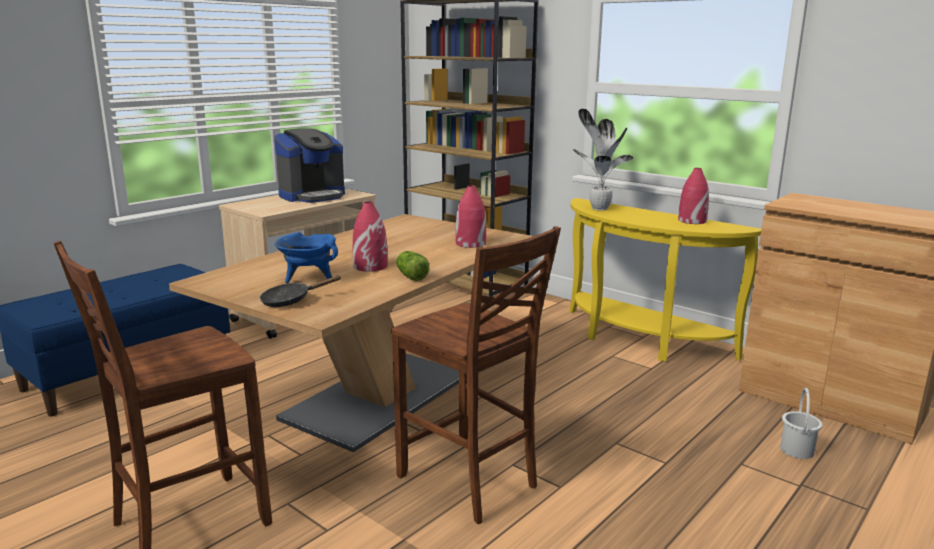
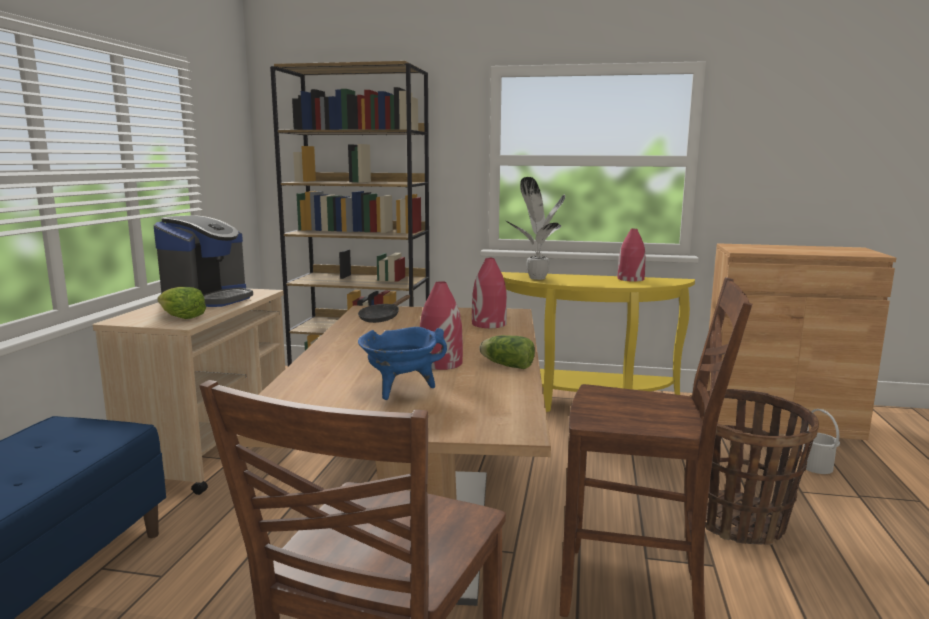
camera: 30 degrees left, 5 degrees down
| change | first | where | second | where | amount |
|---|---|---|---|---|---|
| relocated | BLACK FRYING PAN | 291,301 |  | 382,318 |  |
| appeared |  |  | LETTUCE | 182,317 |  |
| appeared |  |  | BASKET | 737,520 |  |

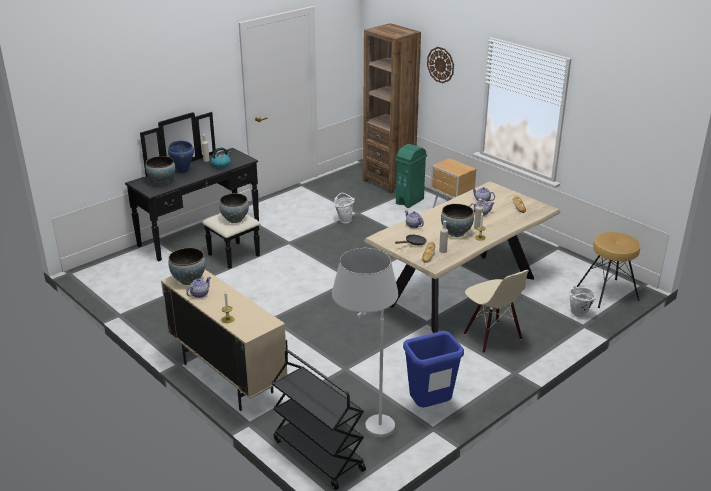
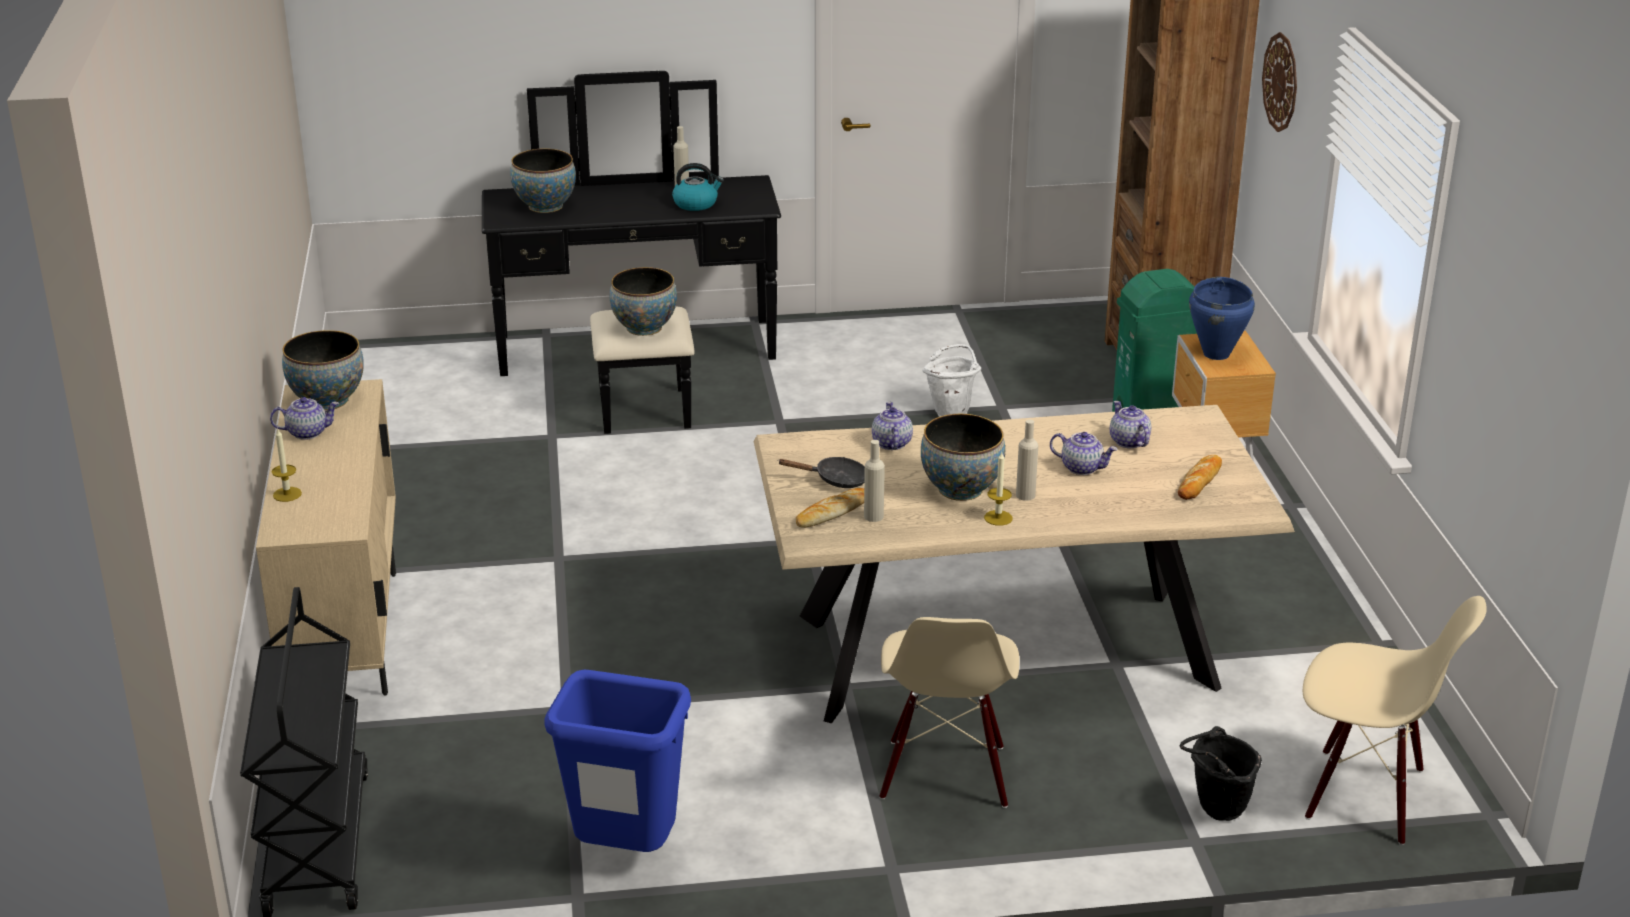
camera: 35 degrees right, 0 degrees up
| change | first | where | second | where | amount |
|---|---|---|---|---|---|
| relocated | BLUE COOKING POT | 183,170 |  | 1216,354 |  |
| exchanged | BROWN STOOL | 608,293 | BEIGE CHAIR | 1365,795 |  |
| missing | WHITE FLOOR LAMP | 364,423 |  |  |  |
| colour | WHITE BUCKET | 577,315 | BLACK BUCKET | 1215,811 |  |

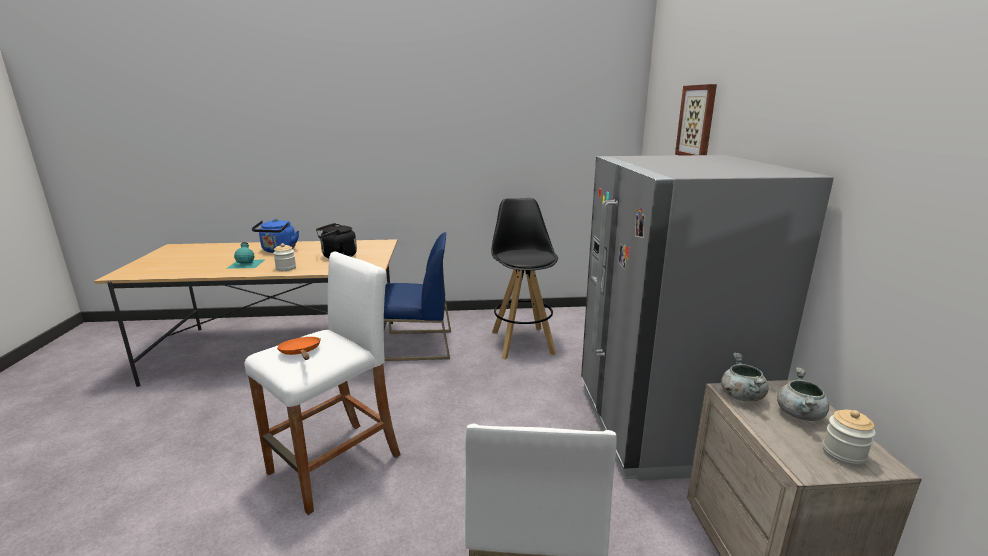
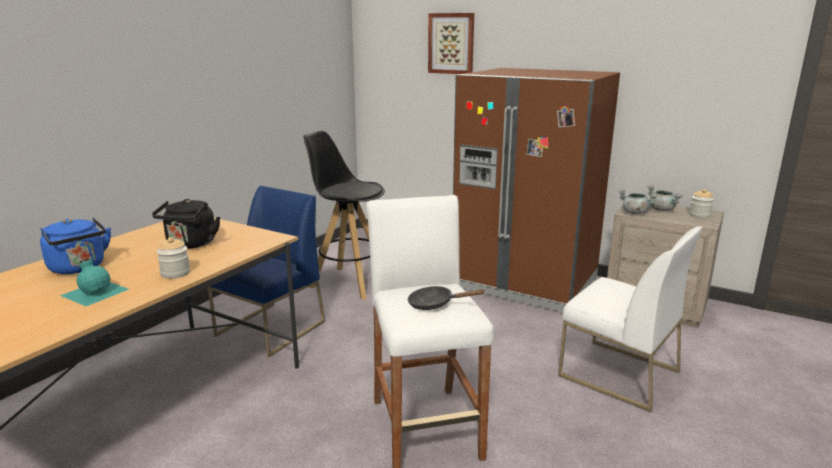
camera: 55 degrees left, 0 degrees up
| change | first | where | second | where | amount |
|---|---|---|---|---|---|
| colour | GREY FRIDGE | 660,425 | BROWN FRIDGE | 525,282 |  |
| colour | ORANGE FRYING PAN | 301,353 | BLACK FRYING PAN | 435,304 |  |

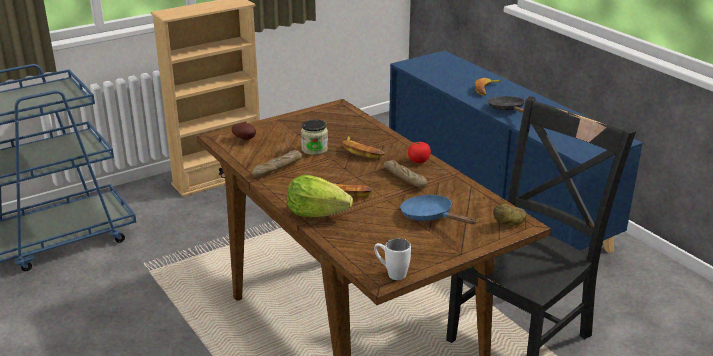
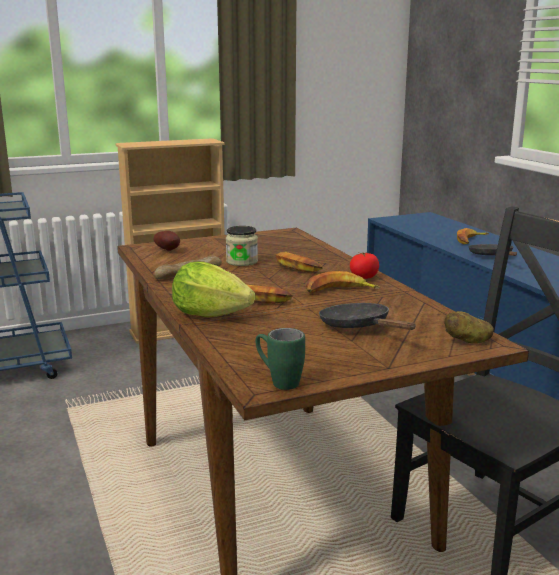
camera: 10 degrees right, 10 degrees down
| change | first | where | second | where | amount |
|---|---|---|---|---|---|
| exchanged | BREAD | 404,178 | BANANA | 339,291 |  |
| colour | BLUE FRYING PAN | 430,217 | BLACK FRYING PAN | 359,327 |  |
| colour | WHITE MUG | 391,273 | GREEN MUG | 278,381 |  |

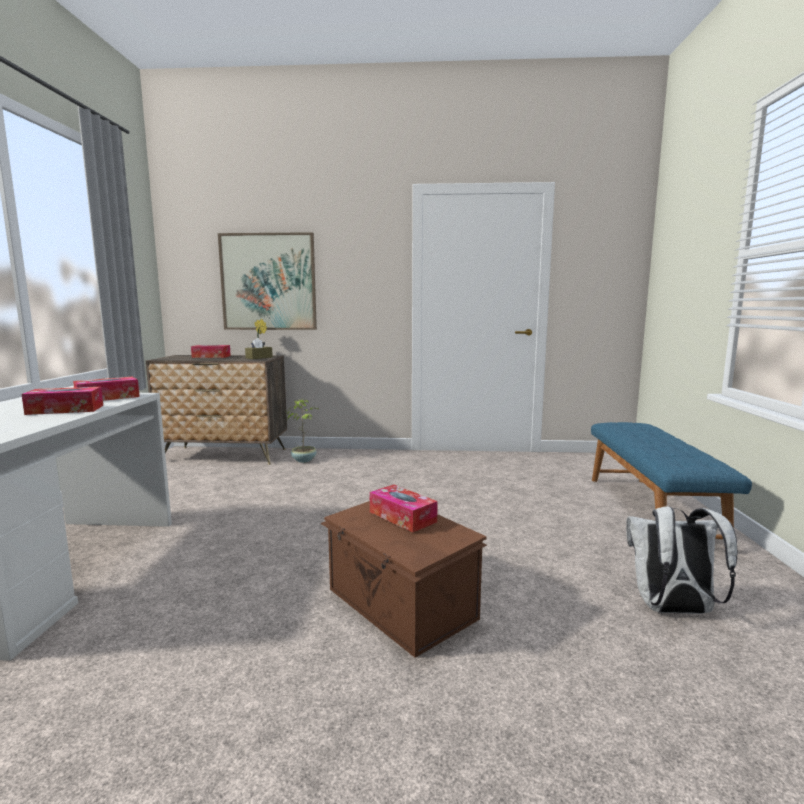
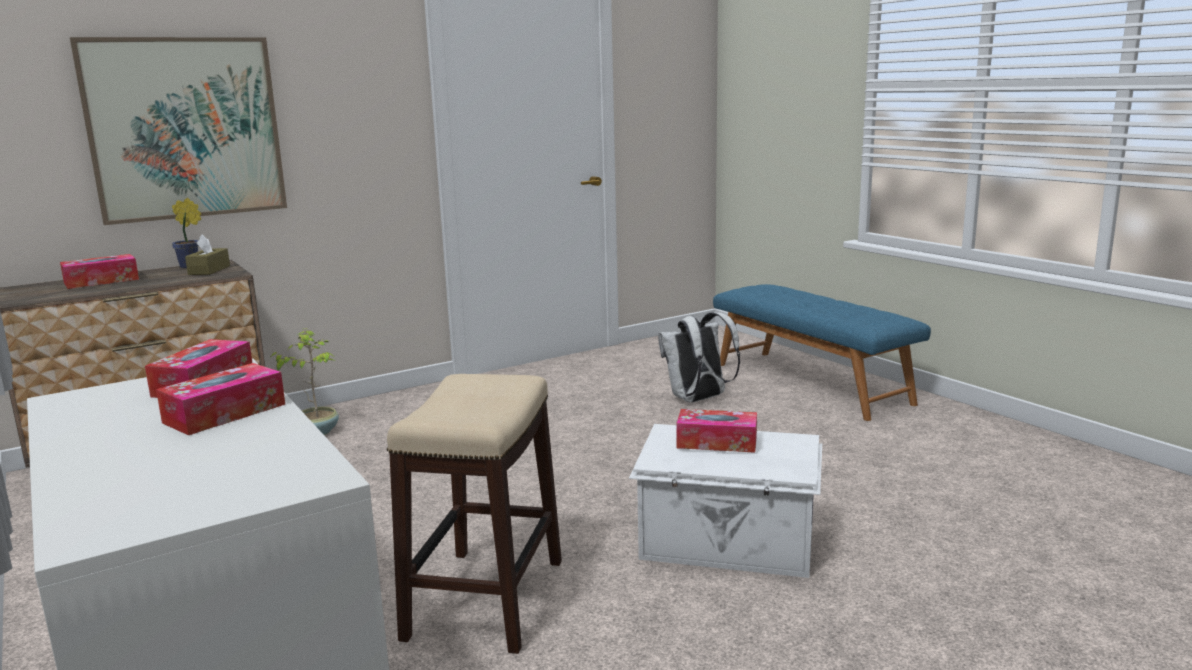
camera: 35 degrees left, 5 degrees up
| change | first | where | second | where | amount |
|---|---|---|---|---|---|
| colour | BROWN STORAGE BOX | 400,605 | WHITE STORAGE BOX | 728,544 |  |
| relocated | WHITE BACKPACK | 672,610 |  | 698,399 |  |
| appeared |  |  | STOOL | 485,600 |  |

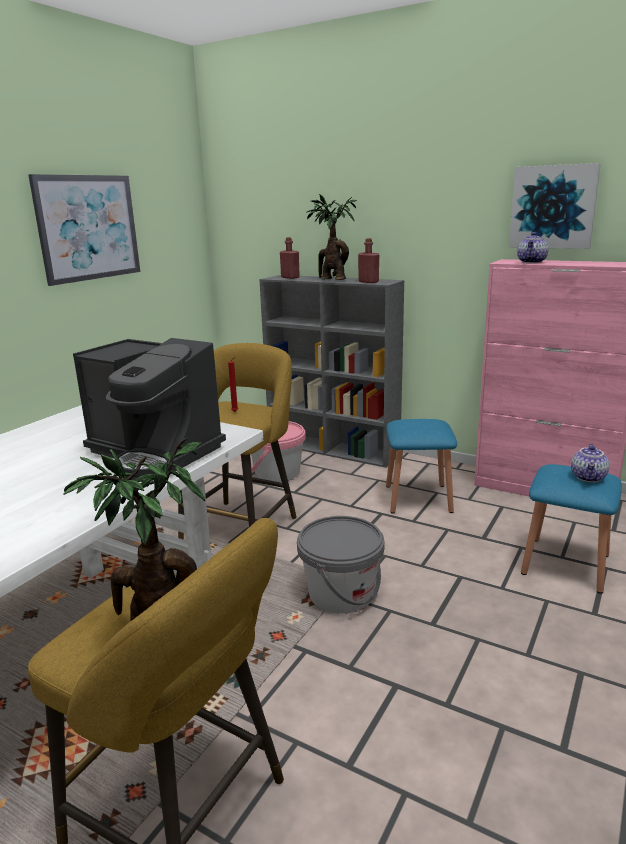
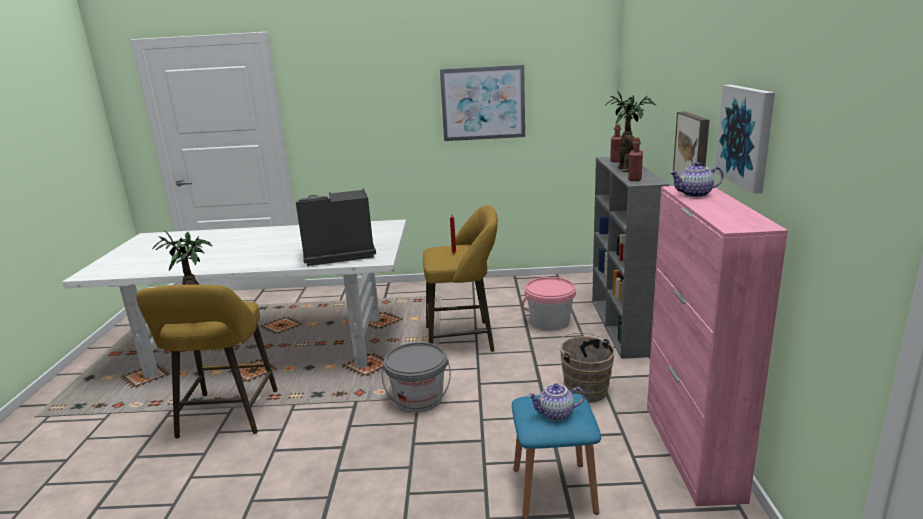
camera: 60 degrees right, 0 degrees up
| change | first | where | second | where | amount |
|---|---|---|---|---|---|
| spun | COFFEE MACHINE | 155,453 |  | 336,254 | 75 degrees clockwise |
| exchanged | BLUE STOOL | 418,498 | BROWN BUCKET | 584,389 |  |
| appeared |  |  | PICTURE | 693,148 |  |

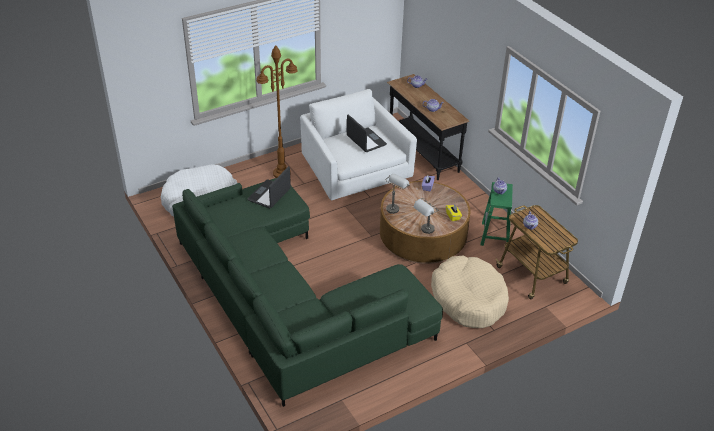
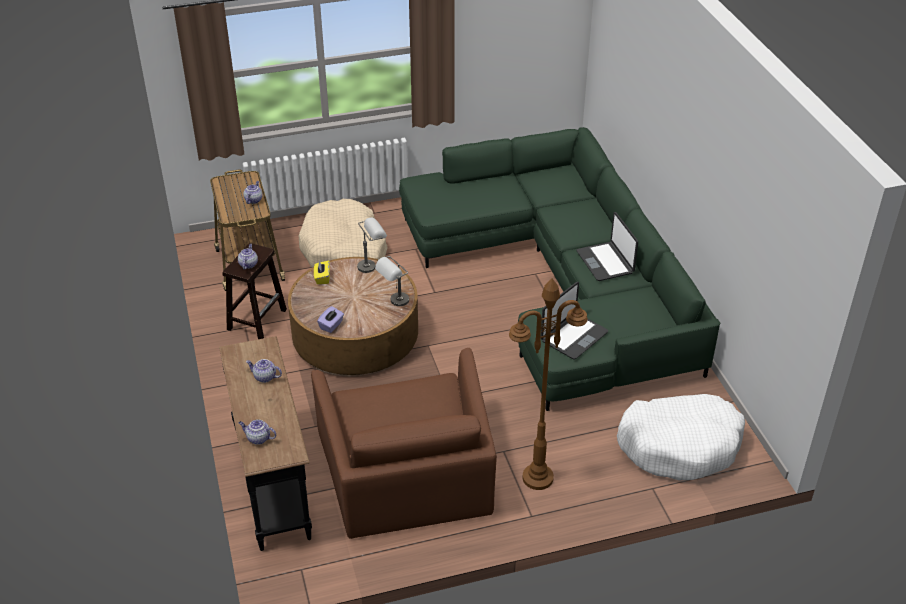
camera: 165 degrees left, 0 degrees up
| change | first | where | second | where | amount |
|---|---|---|---|---|---|
| colour | WHITE ARMCHAIR | 354,167 | BROWN ARMCHAIR | 407,470 |  |
| relocated | LAPTOP | 366,141 |  | 605,262 |  |
| colour | GREEN STOOL | 495,236 | BROWN STOOL | 257,319 |  |

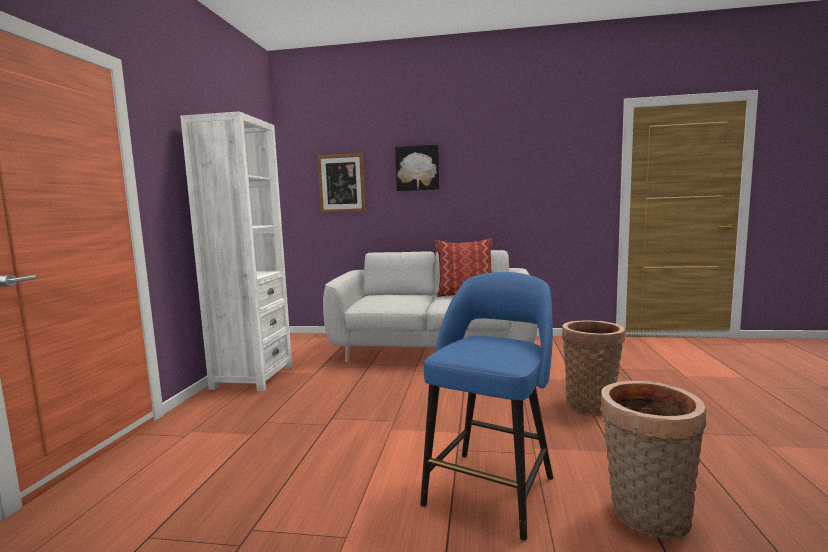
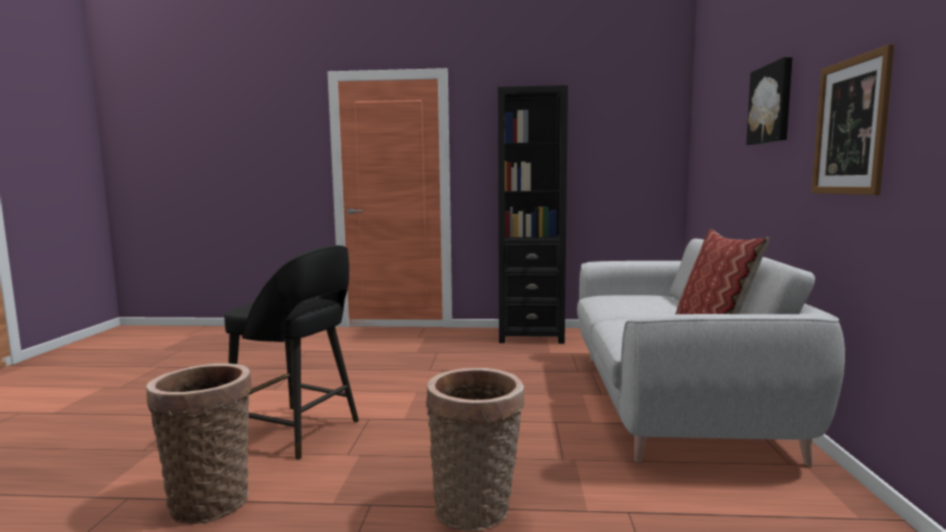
camera: 85 degrees right, 0 degrees up
| change | first | where | second | where | amount |
|---|---|---|---|---|---|
| colour | WHITE BOOKCASE | 252,377 | BLACK BOOKCASE | 530,336 |  |
| relocated | PICTURE | 341,183 |  | 850,127 |  |
| colour | BLUE STOOL | 491,488 | BLACK STOOL | 298,431 |  |

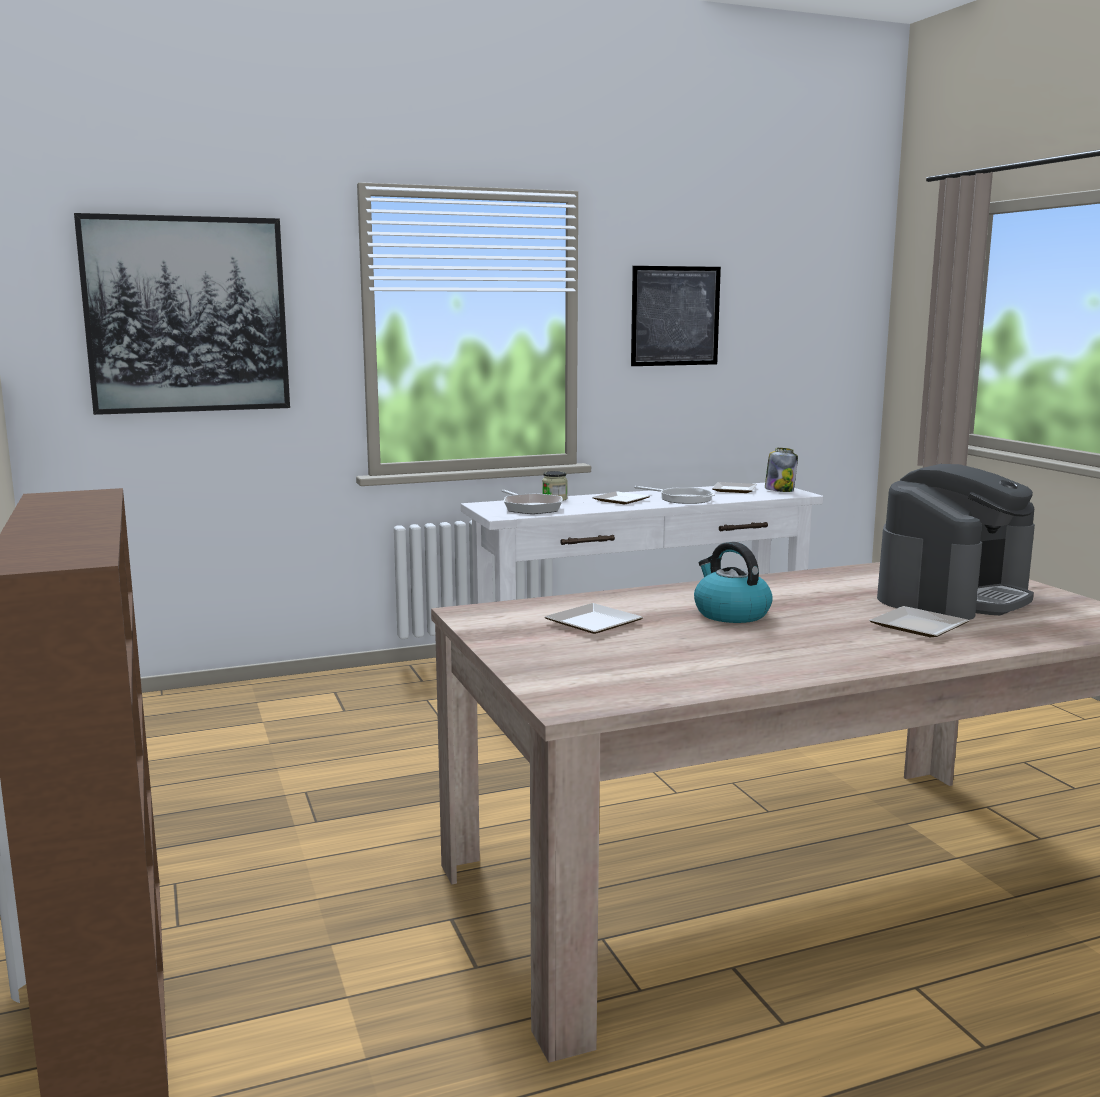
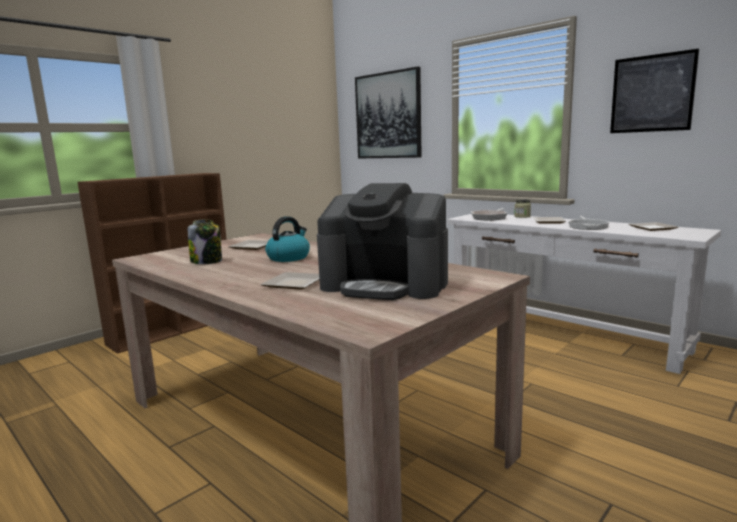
camera: 65 degrees right, 0 degrees up
| change | first | where | second | where | amount |
|---|---|---|---|---|---|
| relocated | JAR | 779,490 |  | 207,261 |  |

